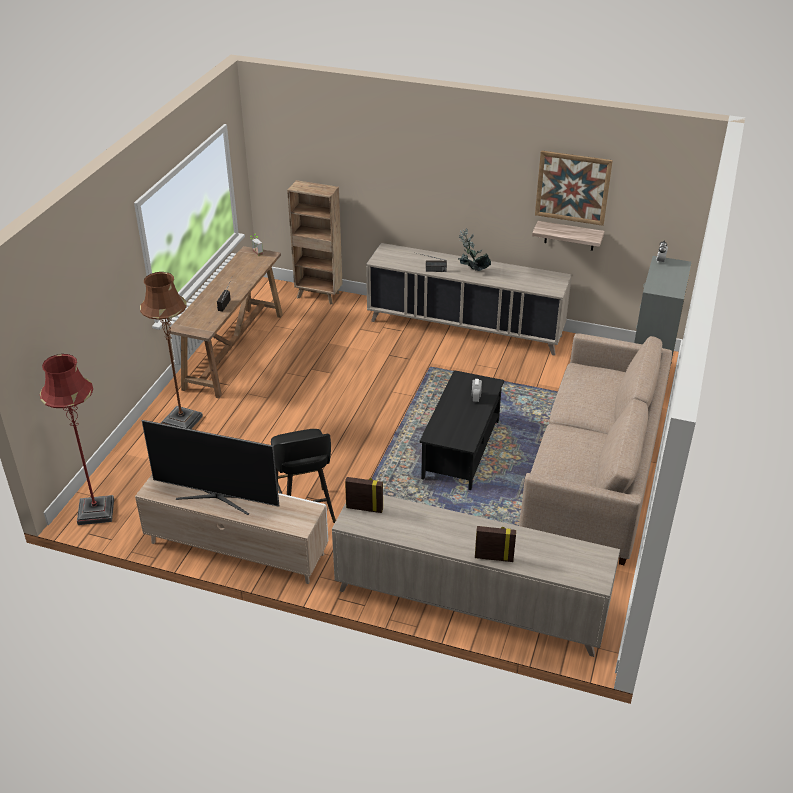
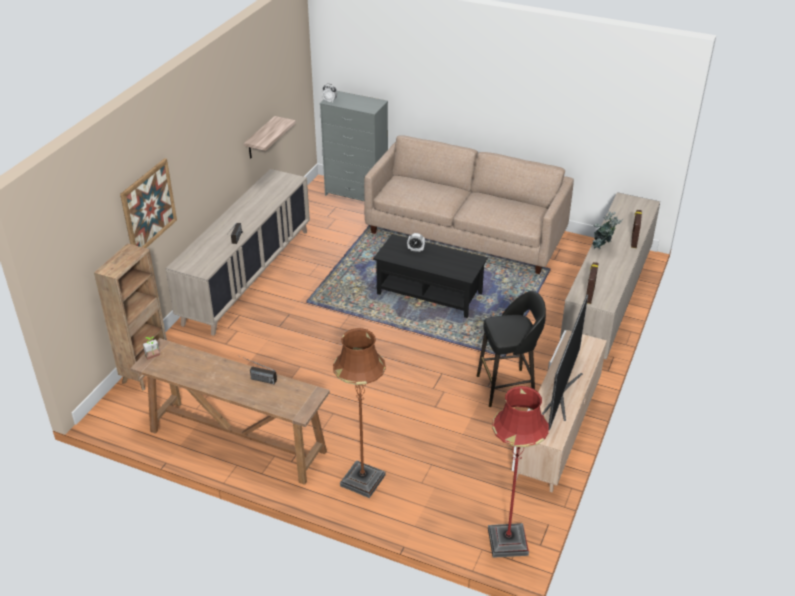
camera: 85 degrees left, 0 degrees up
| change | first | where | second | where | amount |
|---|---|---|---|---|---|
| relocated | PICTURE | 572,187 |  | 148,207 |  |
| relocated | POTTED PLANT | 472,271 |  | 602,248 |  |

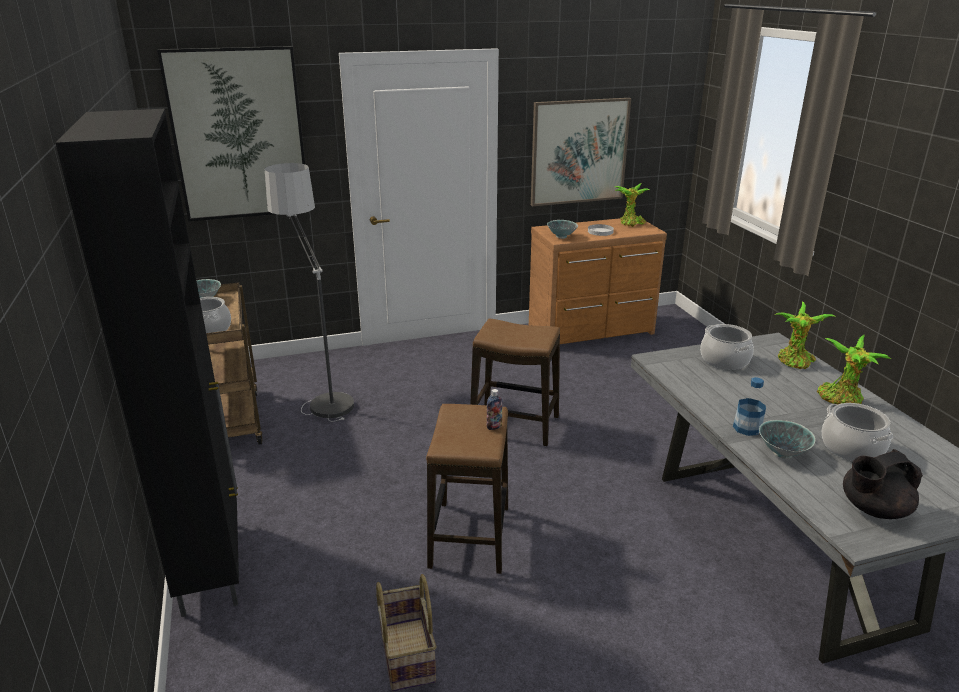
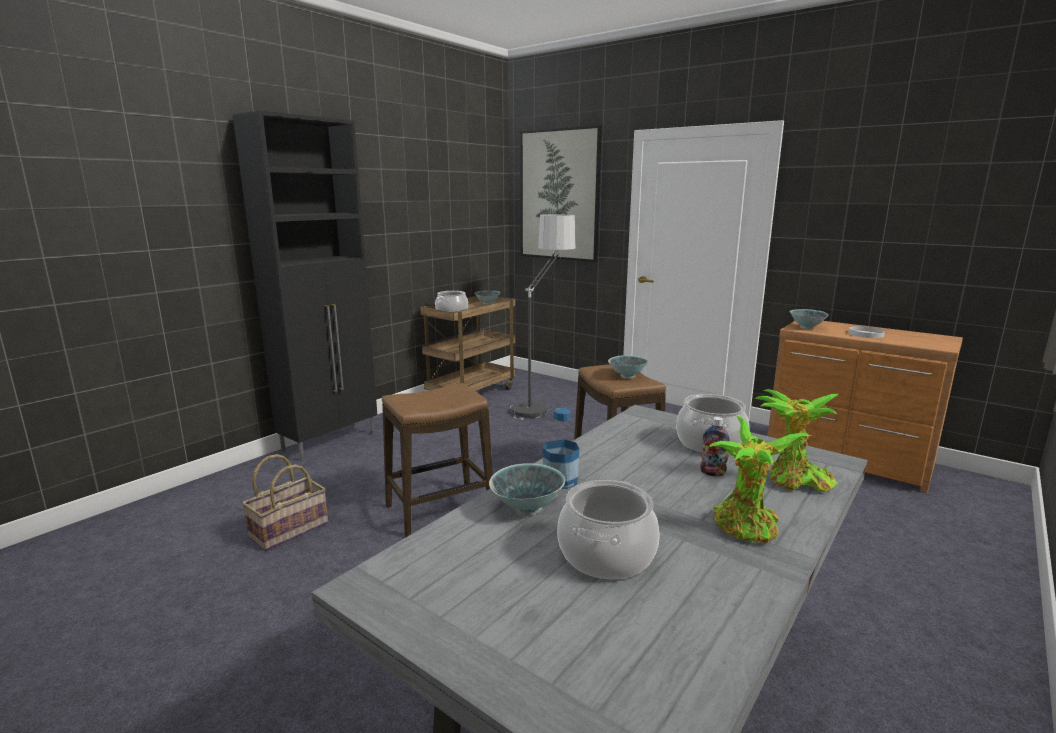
camera: 55 degrees right, 10 degrees down
| change | first | where | second | where | amount |
|---|---|---|---|---|---|
| missing | PICTURE | 579,152 |  |  |  |
| missing | POTTED PLANT | 630,224 |  |  |  |
| relocated | BOTTLE | 494,427 |  | 712,473 |  |
| missing | BLACK TEAPOT | 873,509 |  |  |  |
| appeared |  |  | BOWL | 627,376 |  |

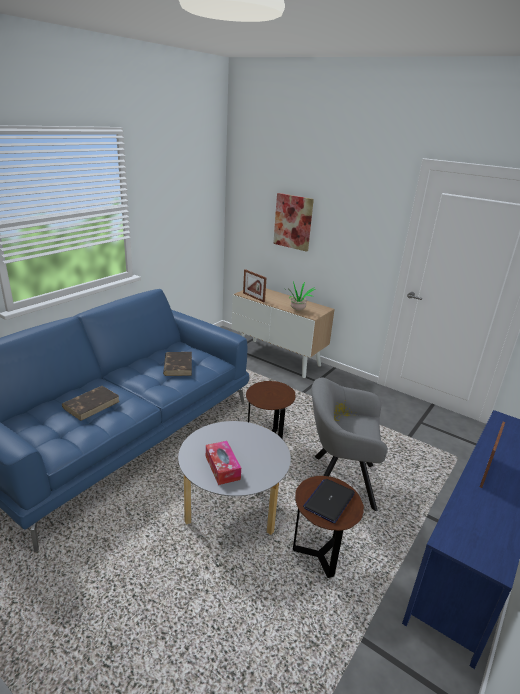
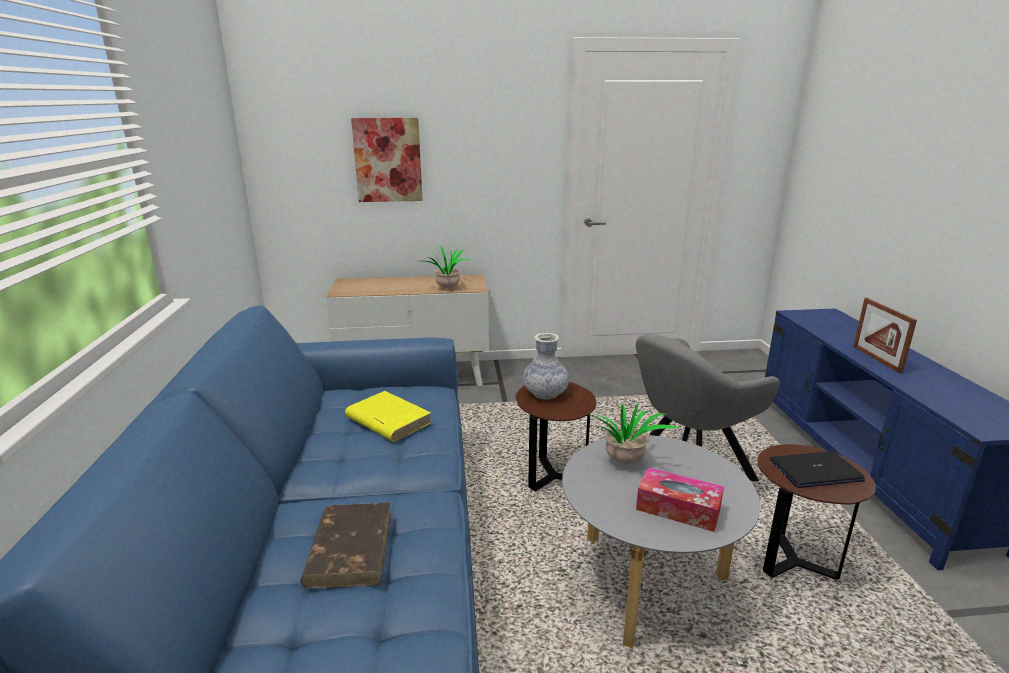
camera: 40 degrees left, 5 degrees down
| change | first | where | second | where | amount |
|---|---|---|---|---|---|
| missing | PICTURE FRAME | 253,297 |  |  |  |
| colour | BROWN BOOK | 178,365 | YELLOW BOOK | 387,420 |  |
| spun | LAPTOP | 329,501 |  | 815,471 | 90 degrees clockwise |
| appeared |  |  | VASE | 545,394 |  |
| appeared |  |  | POTTED PLANT | 625,463 |  |

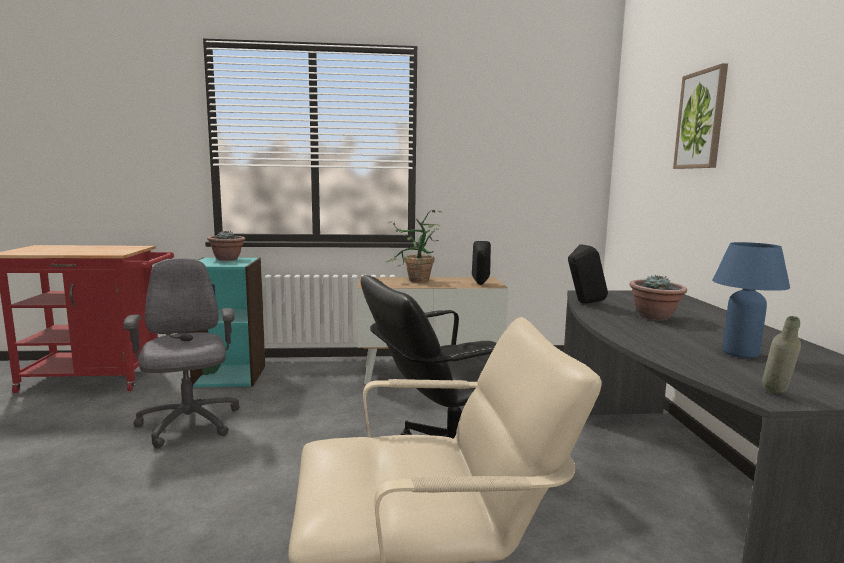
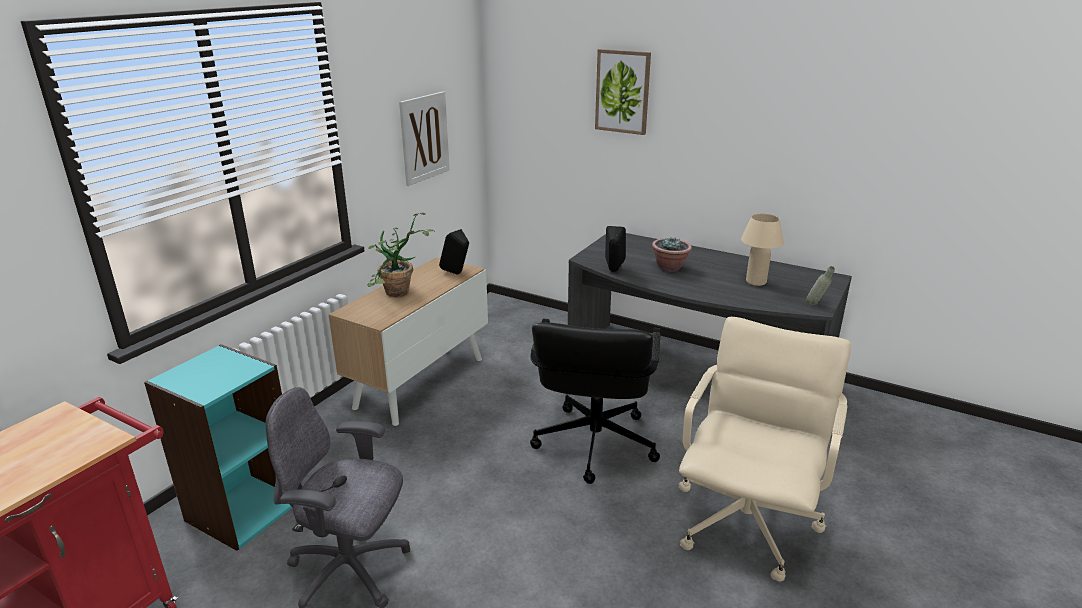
camera: 55 degrees left, 15 degrees up
| change | first | where | second | where | amount |
|---|---|---|---|---|---|
| missing | POTTED PLANT | 227,259 |  |  |  |
| colour | BLUE TABLE LAMP | 740,353 | BEIGE TABLE LAMP | 756,282 |  |
| appeared |  |  | PICTURE | 424,138 |  |

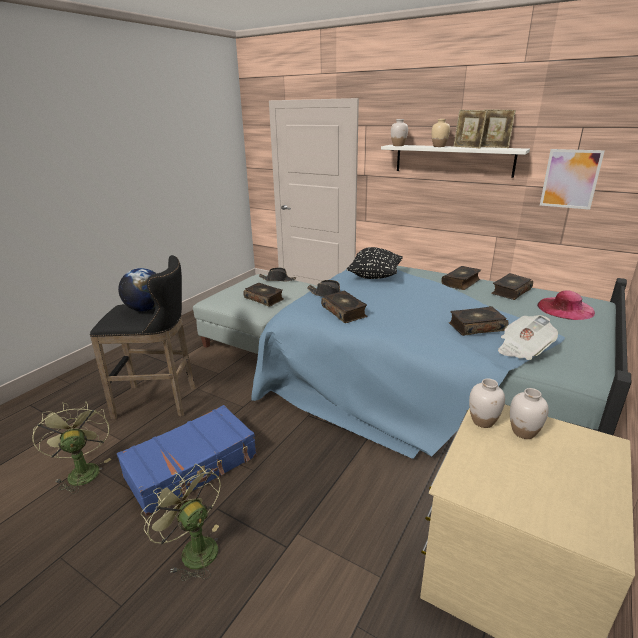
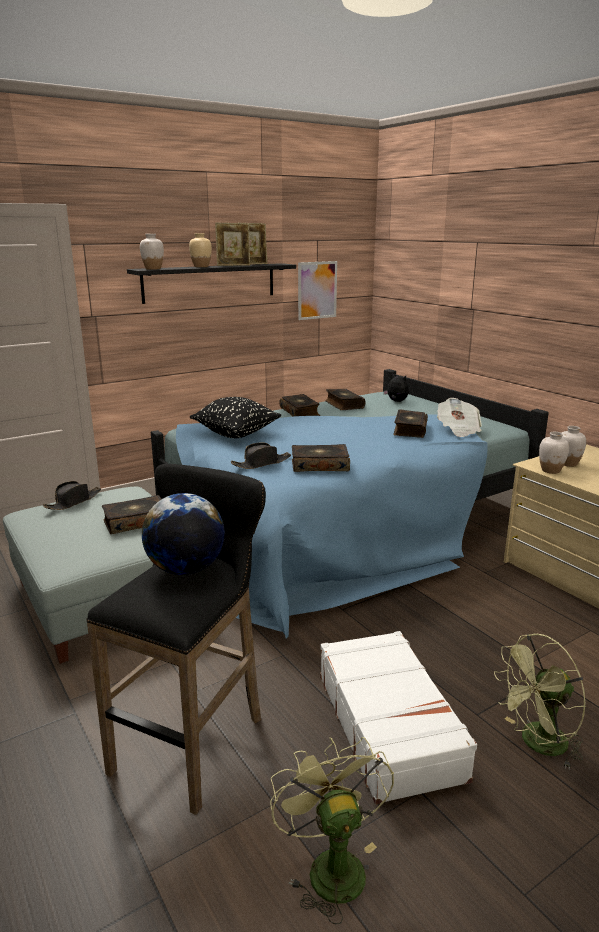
camera: 65 degrees left, 5 degrees down
| change | first | where | second | where | amount |
|---|---|---|---|---|---|
| colour | WHITE SHELF | 453,160 | BLACK SHELF | 210,282 |  |
| exchanged | PINK HAT | 565,308 | PLUSH TOY | 396,401 |  |
| spun | GREEN FAN | 82,470 |  | 330,865 | 75 degrees clockwise |
| colour | BLUE SUITCASE | 192,467 | WHITE SUITCASE | 389,725 |  |

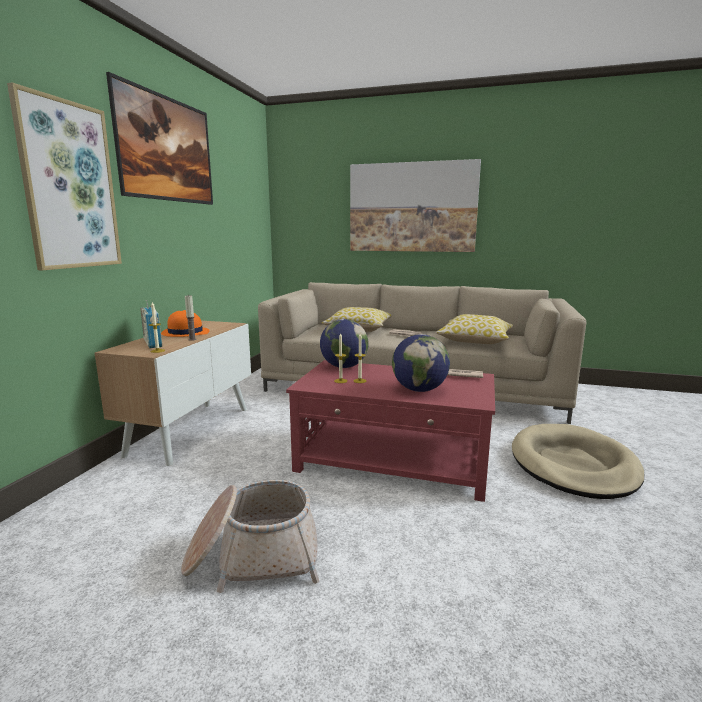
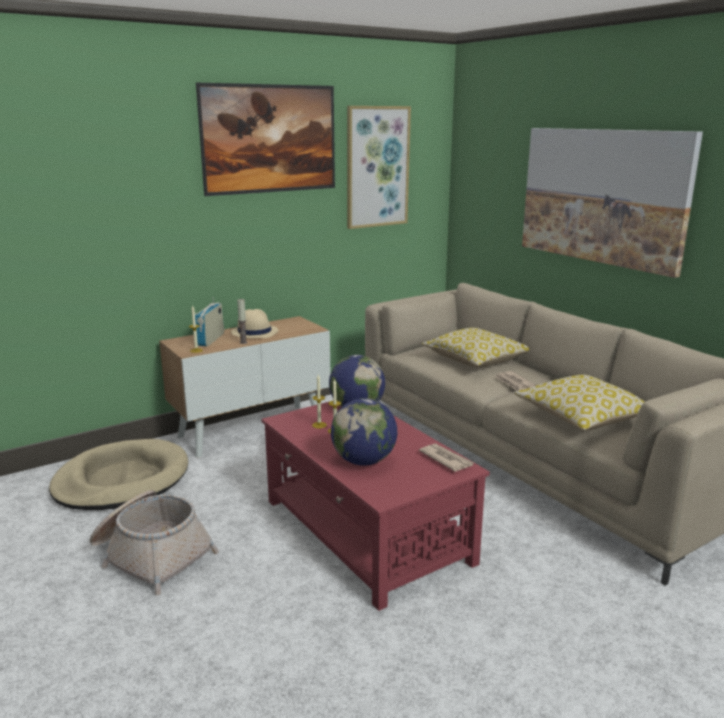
camera: 40 degrees right, 5 degrees up
| change | first | where | second | where | amount |
|---|---|---|---|---|---|
| relocated | PICTURE | 69,186 |  | 377,167 |  |
| colour | ORANGE HAT | 185,333 | BEIGE HAT | 254,332 |  |
| relocated | BEIGE DOG BED | 573,465 |  | 122,480 |  |

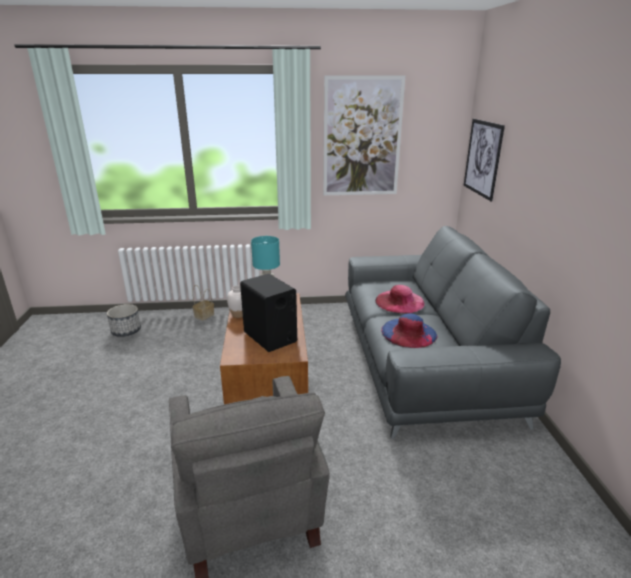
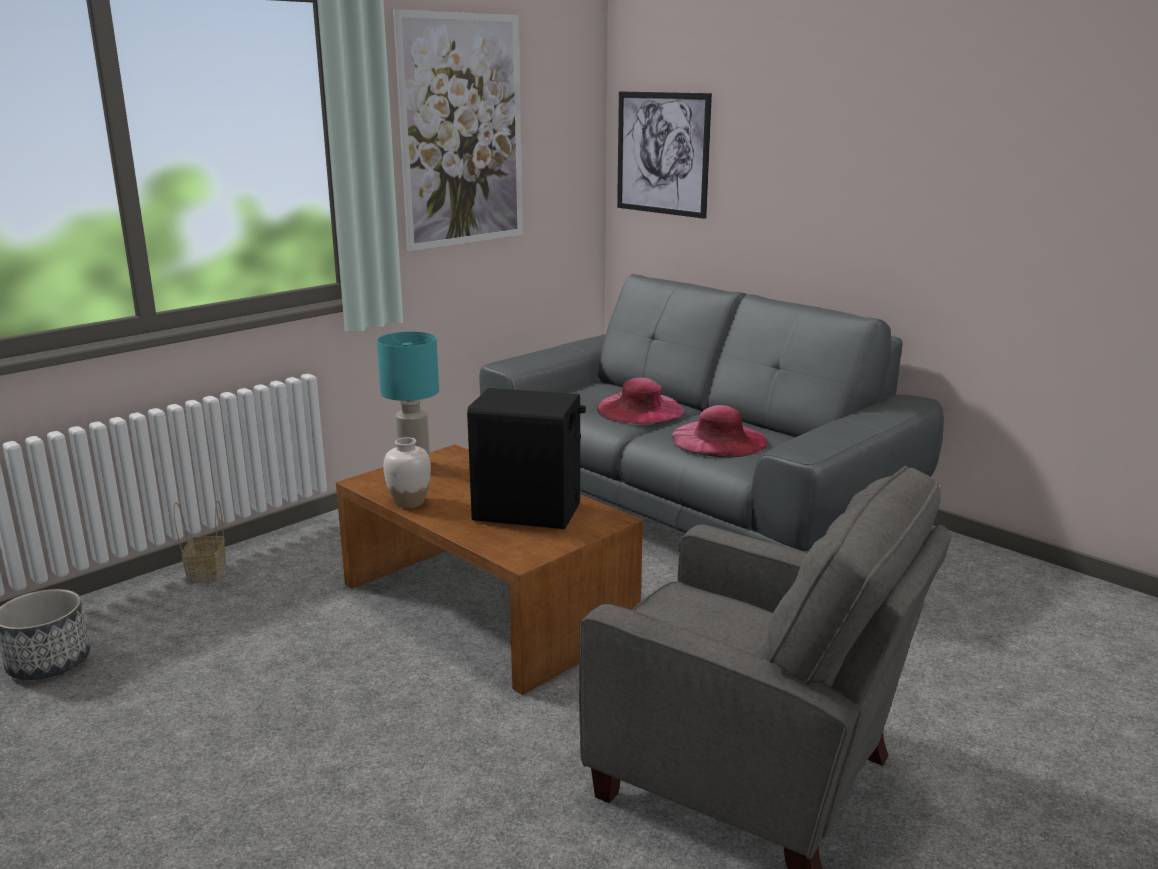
camera: 40 degrees left, 5 degrees down
| change | first | where | second | where | amount |
|---|---|---|---|---|---|
| colour | BLUE HAT | 408,333 | PINK HAT | 719,439 |  |

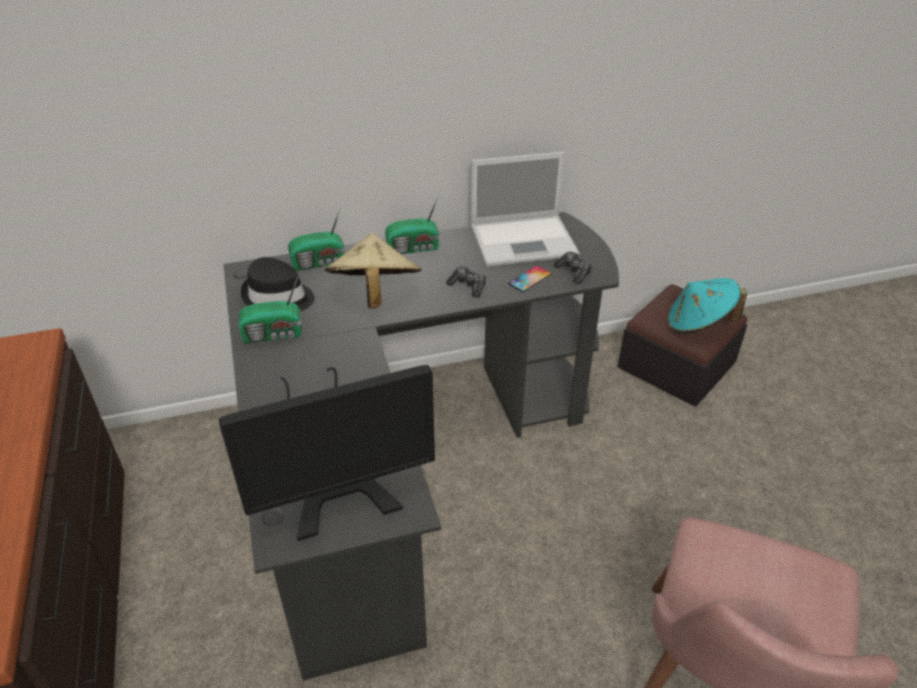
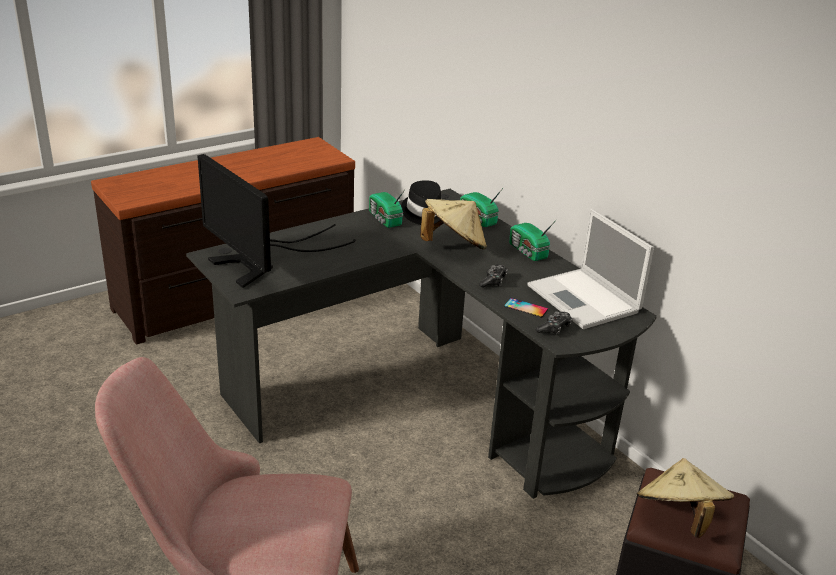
camera: 70 degrees right, 10 degrees down
| change | first | where | second | where | amount |
|---|---|---|---|---|---|
| colour | TURQUOISE HAT | 698,324 | BEIGE HAT | 679,517 |  |

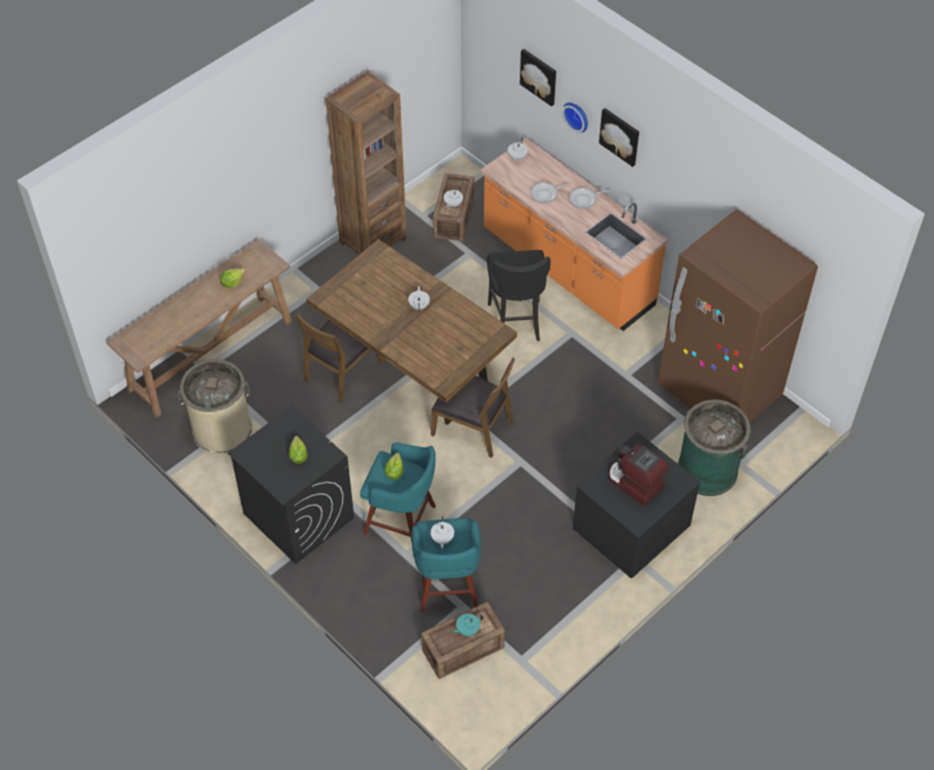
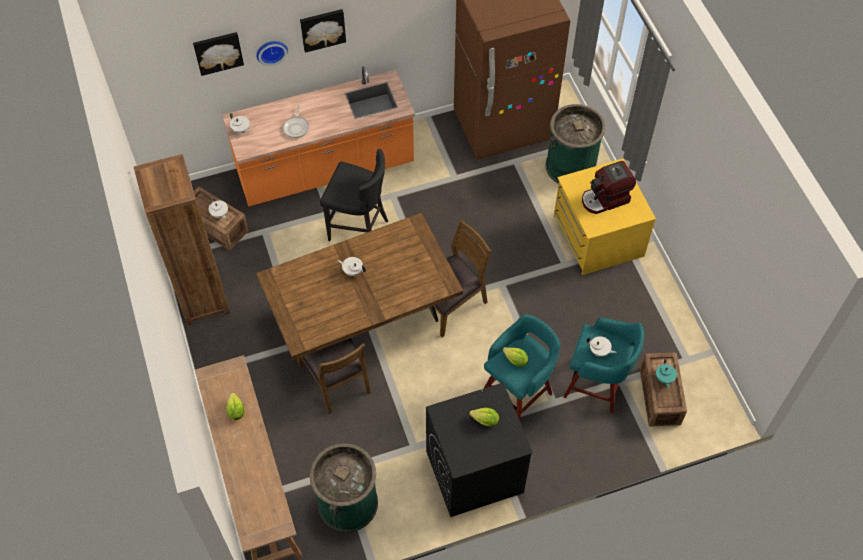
camera: 65 degrees left, 5 degrees up
| change | first | where | second | where | amount |
|---|---|---|---|---|---|
| missing | FRYING PAN | 584,199 |  |  |  |
| colour | BEIGE TRASH CAN | 222,429 | GREEN TRASH CAN | 347,503 |  |
| colour | BLACK DRESSER | 630,525 | YELLOW DRESSER | 597,236 |  |

